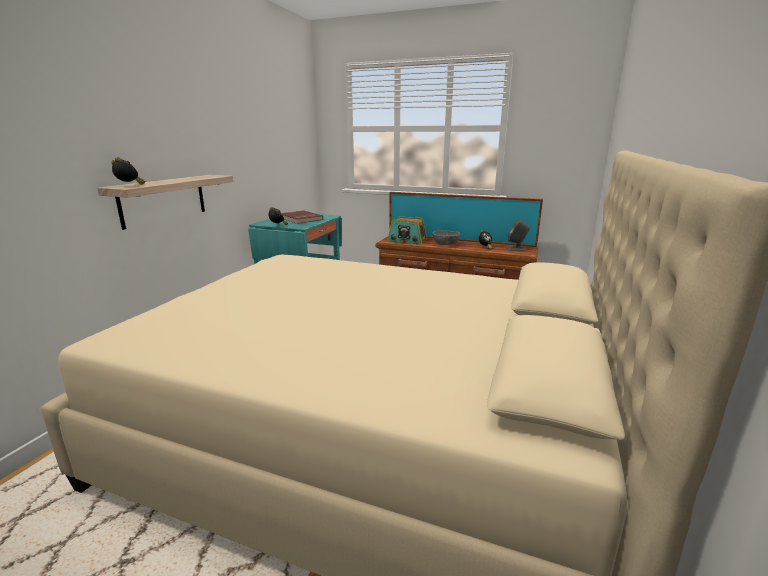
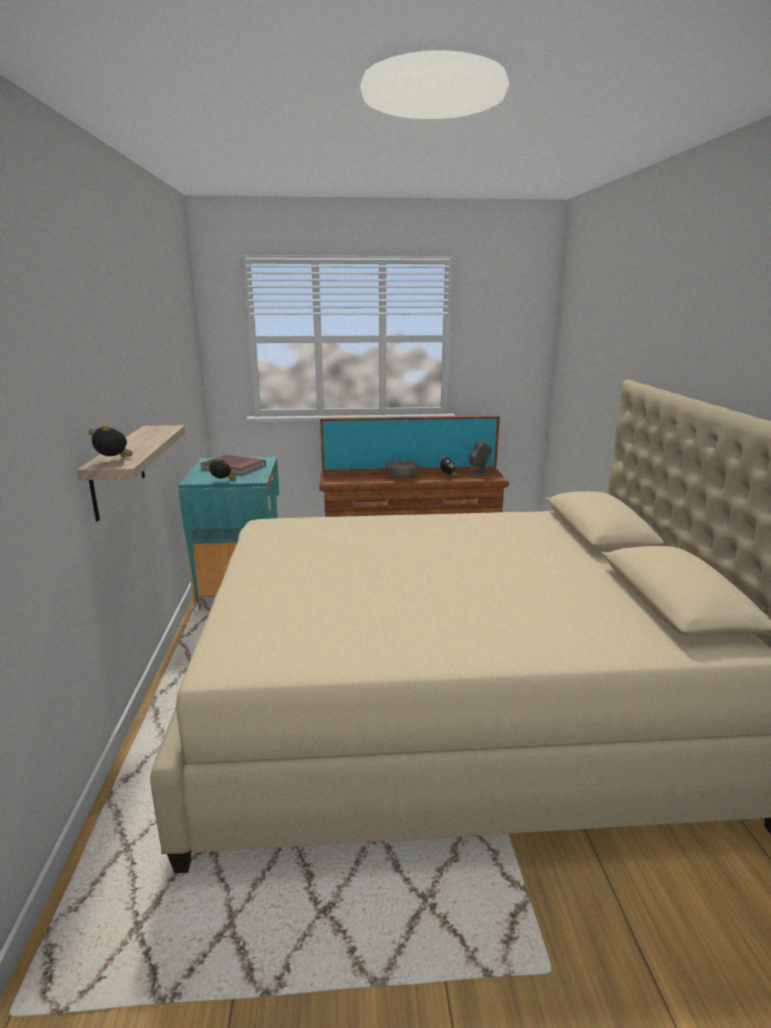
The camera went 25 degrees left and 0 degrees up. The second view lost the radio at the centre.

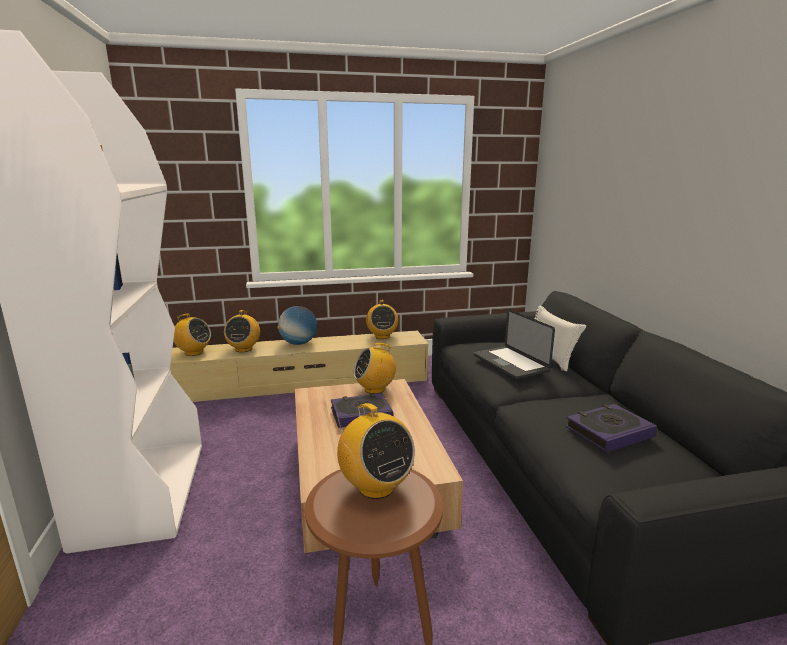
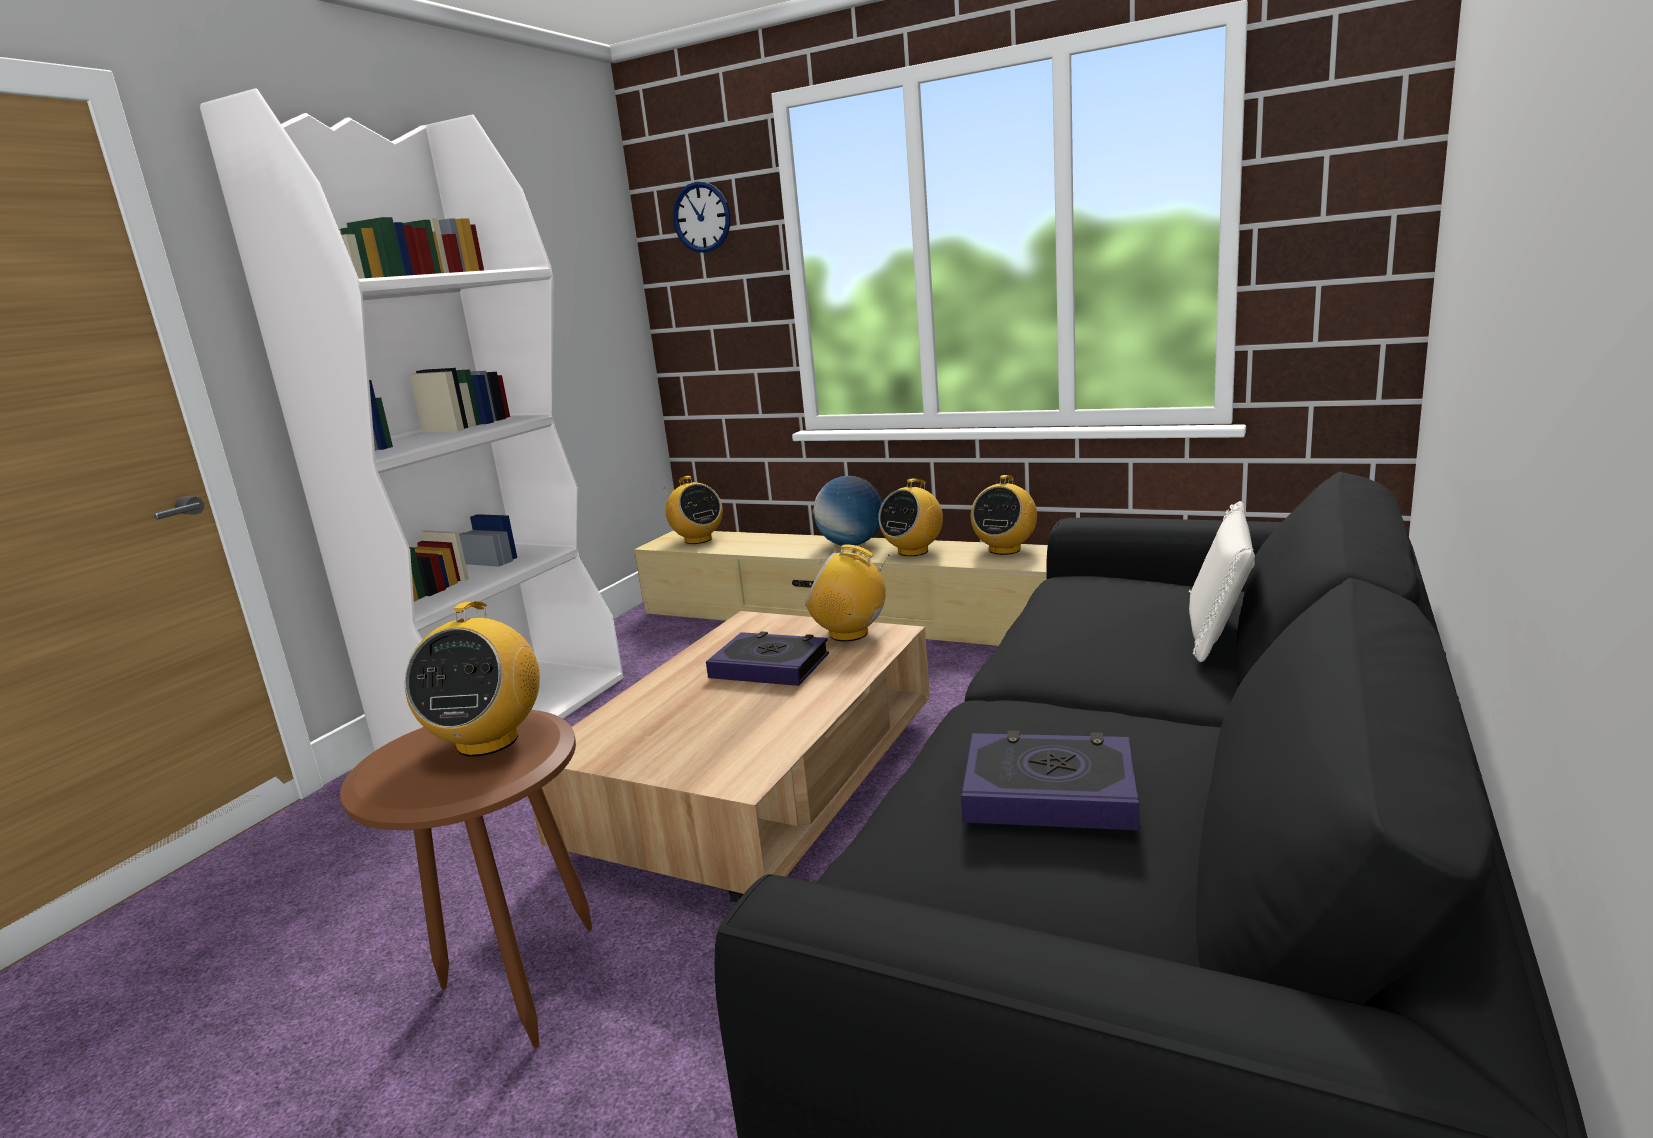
The camera went 40 degrees right and 0 degrees up. The second view lost the laptop at the centre. The radio (2nd from left in the first image) ended up elsewhere, having gone from the middle left to the centre. The second view gained the zegar ścienny at the top centre.

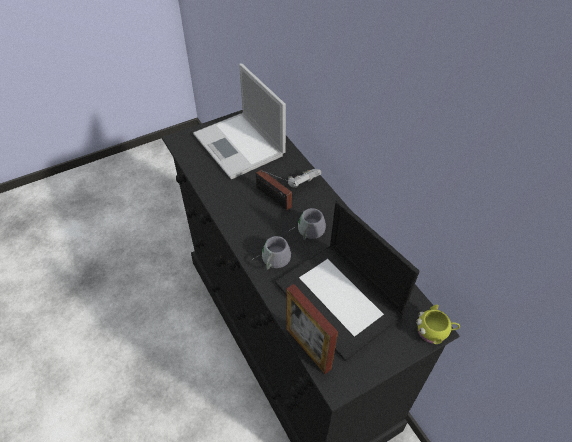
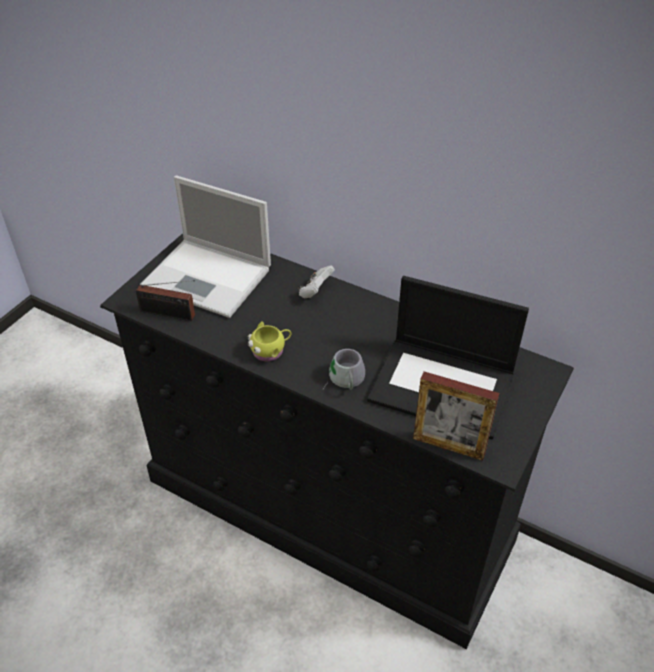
The camera went 30 degrees left and 5 degrees down. The radio ended up elsewhere, having gone from the centre to the middle left. The second view lost the kubek [szary] (2nd from left) at the centre. The kubek [żółty] ended up elsewhere, having gone from the bottom right to the centre.

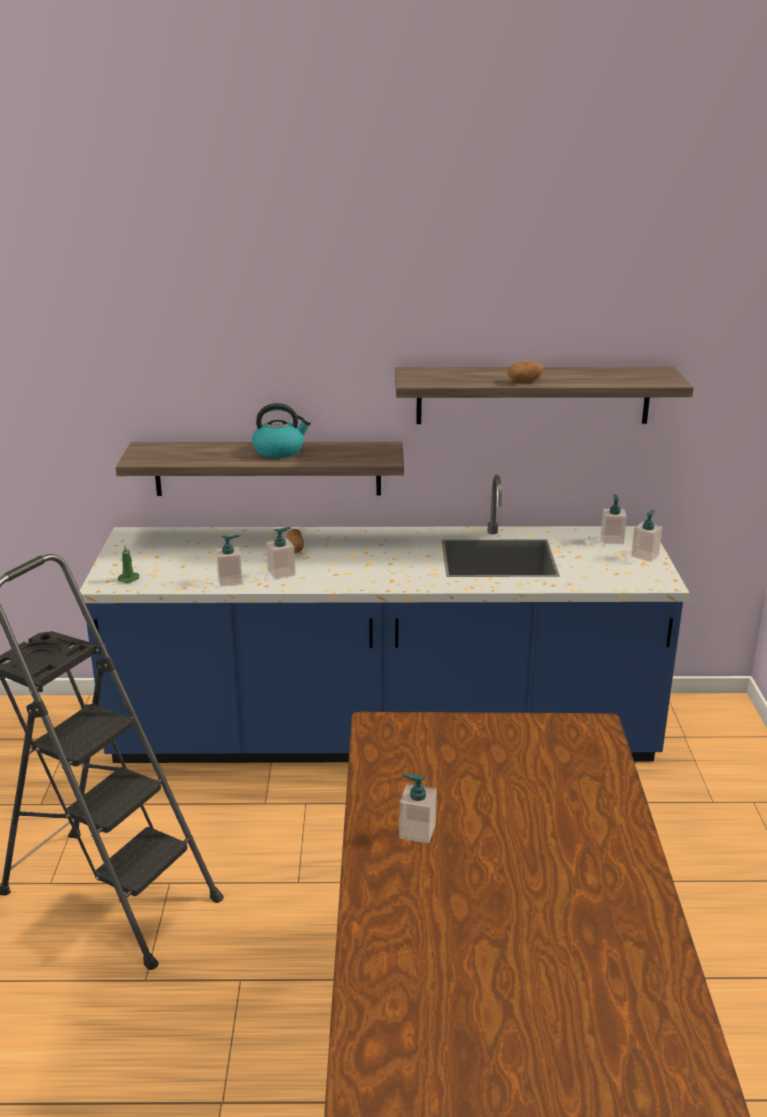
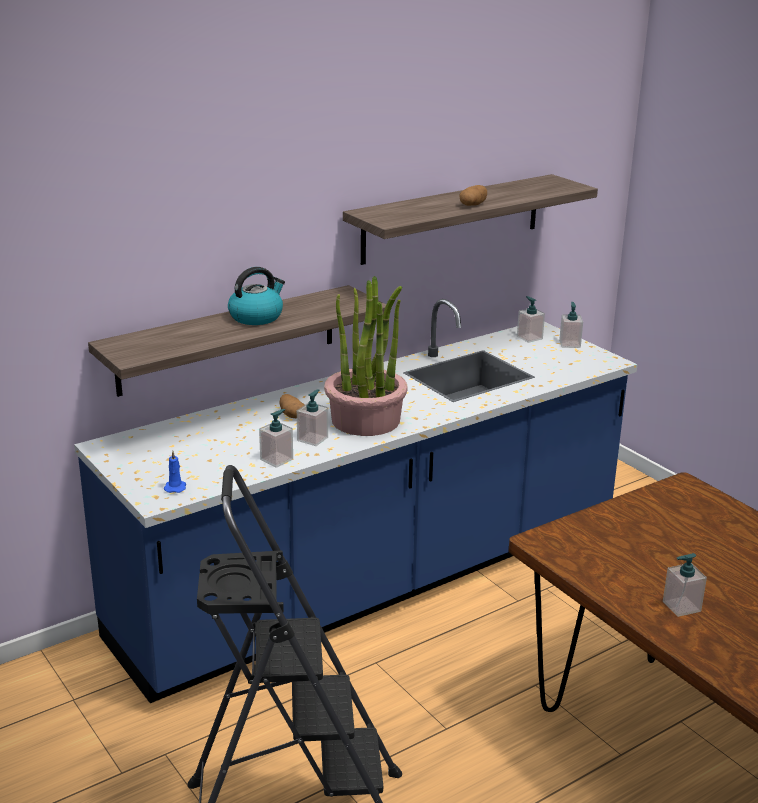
The camera went 35 degrees left and 0 degrees up. What was the świeca [zielony] at the middle left turned into the świeca [niebieski] at the middle left. The second view gained the roślina doniczkowa at the centre.

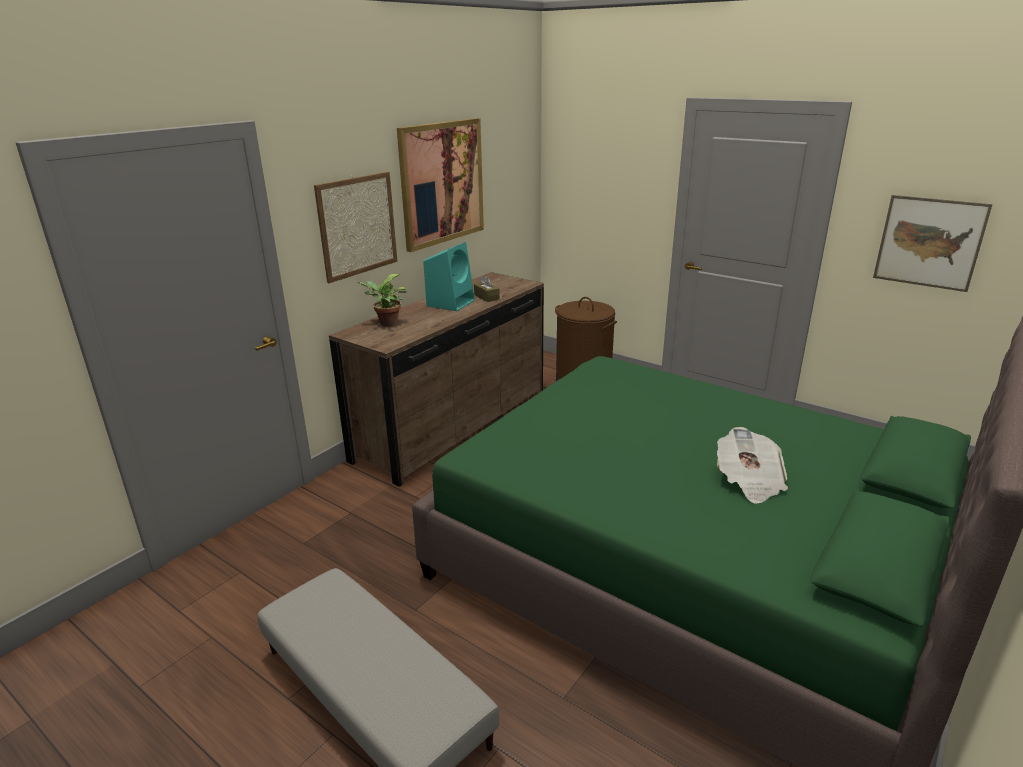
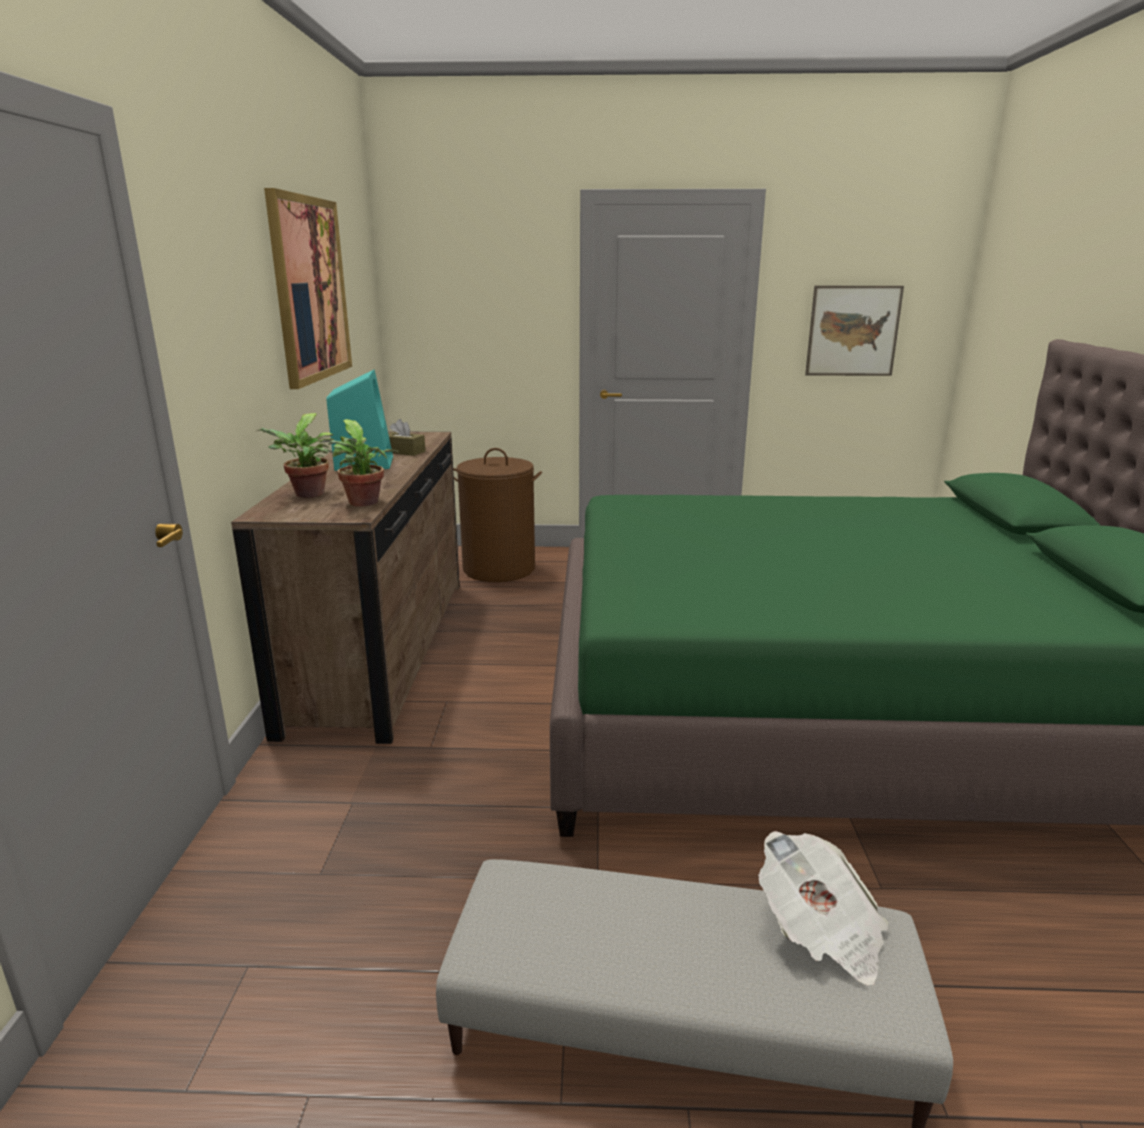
The camera went 35 degrees left and 5 degrees down. The second view lost the obraz (1st from left) at the top centre. The gazeta ended up elsewhere, having gone from the middle right to the bottom right. The second view gained the roślina doniczkowa (2nd from left) at the middle left.

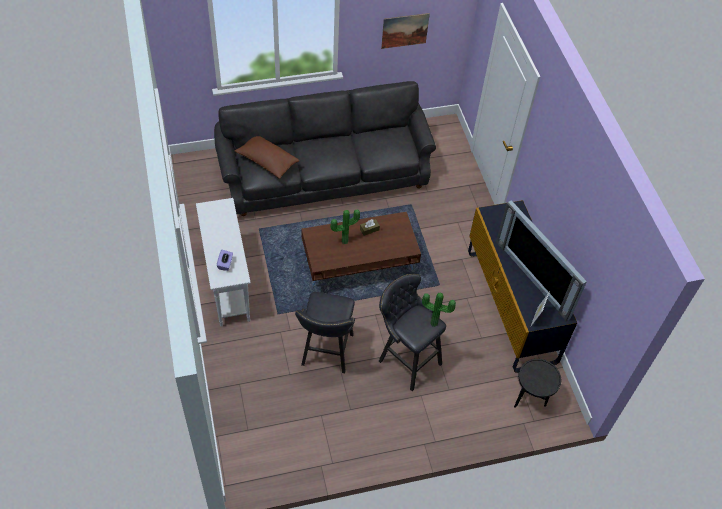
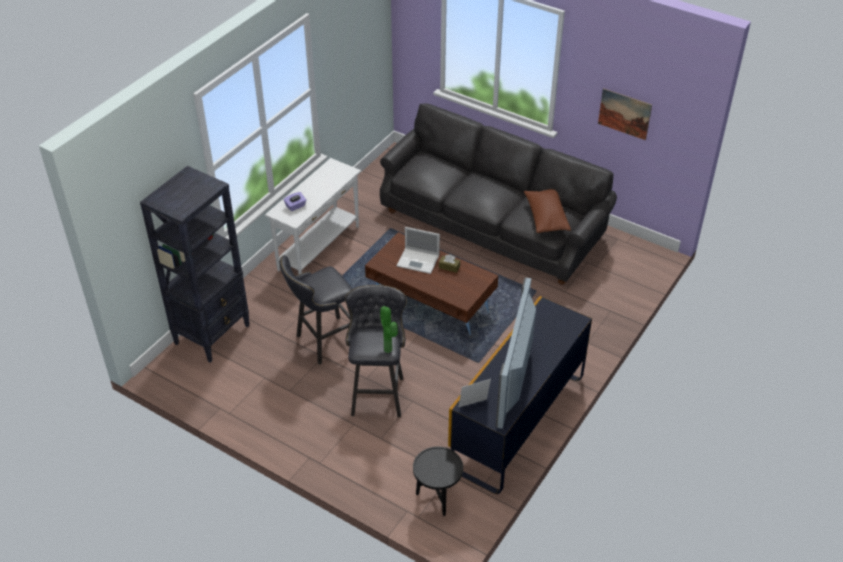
The camera went 50 degrees right and 10 degrees down. The poduszka [brązowy] ended up elsewhere, having gone from the top centre to the centre. Where the roślina doniczkowa (1st from left) stood at the centre, the laptop came to stand at the centre. The second view gained the regał [czarny] at the middle left.

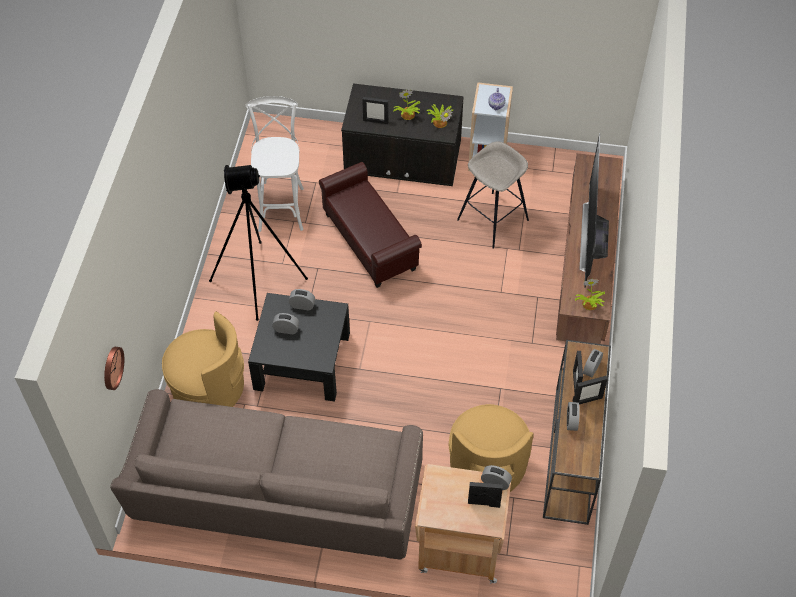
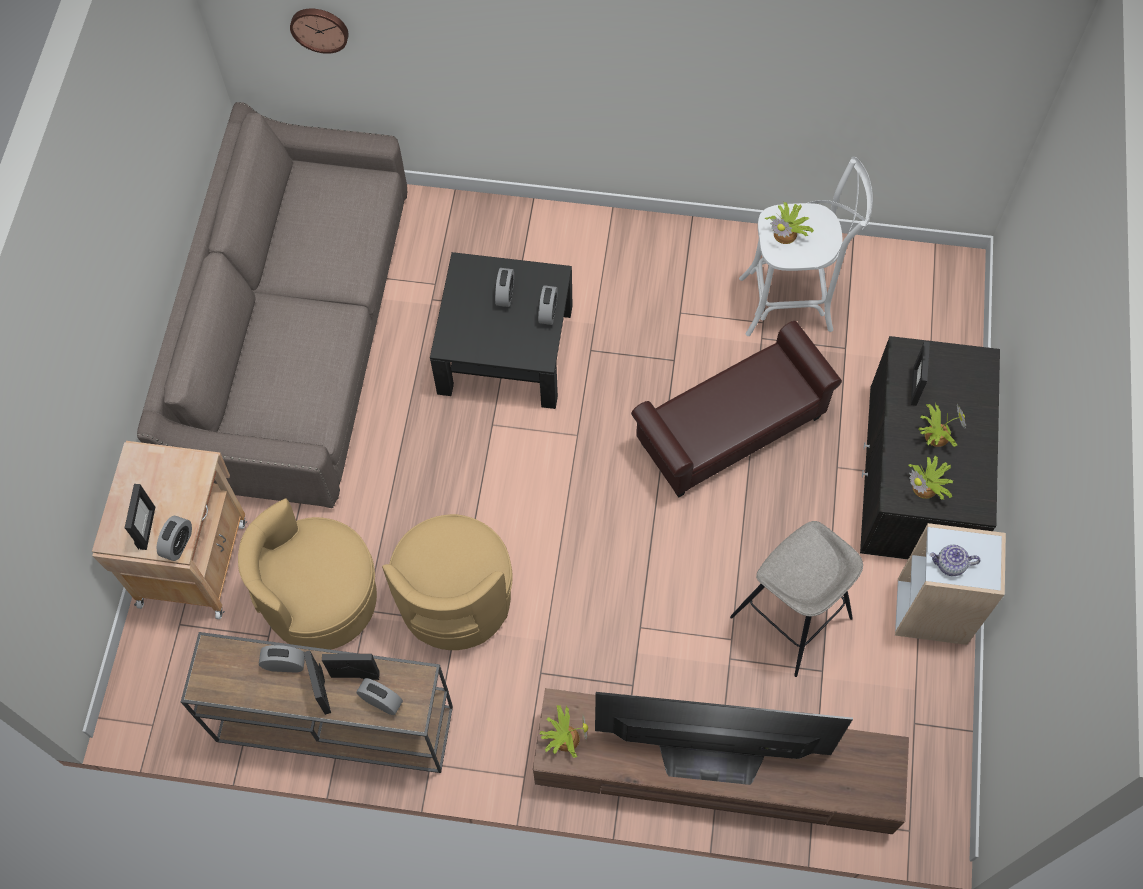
The camera went 90 degrees right and 10 degrees up. The second view lost the lampa stojąca [czarny] at the middle left. The fotel [beżowy] (1st from left in the first image) ended up elsewhere, having gone from the middle left to the centre. The second view gained the roślina doniczkowa (2nd from left) at the top right.

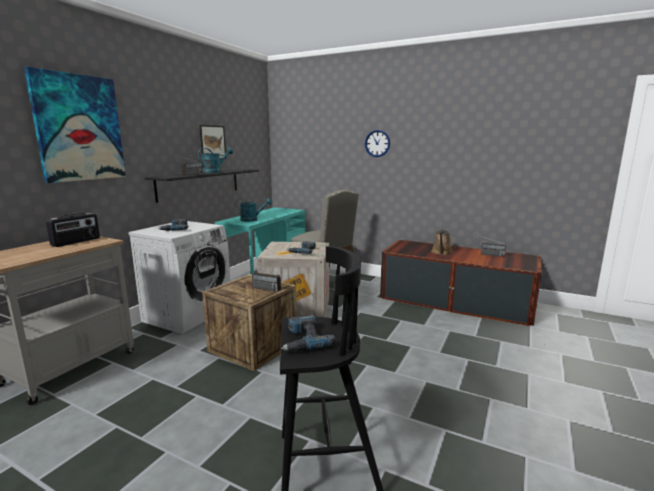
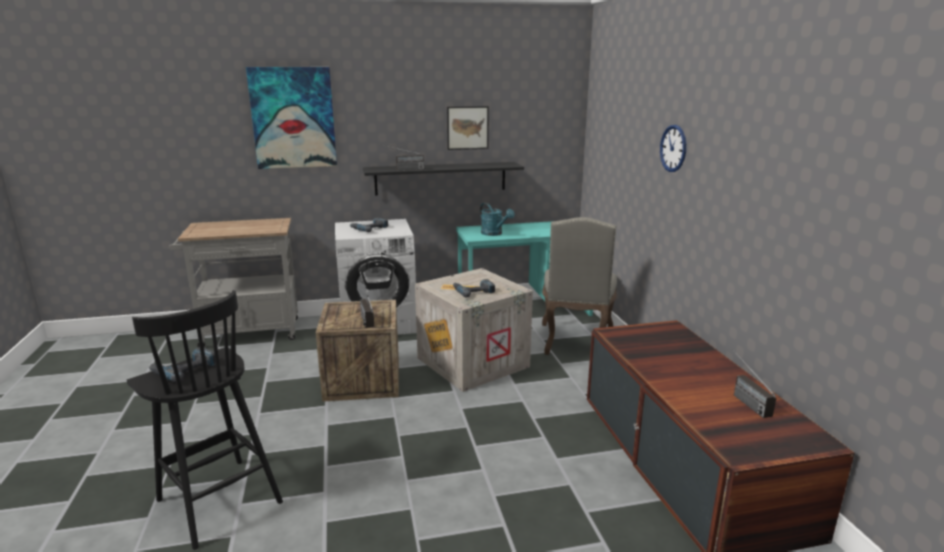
The camera went 50 degrees right and 5 degrees up. The second view lost the konewka [turkusowy] (1st from left) at the top left. The second view lost the radio (1st from left) at the middle left. The second view lost the konewka [brązowy] at the middle right.

